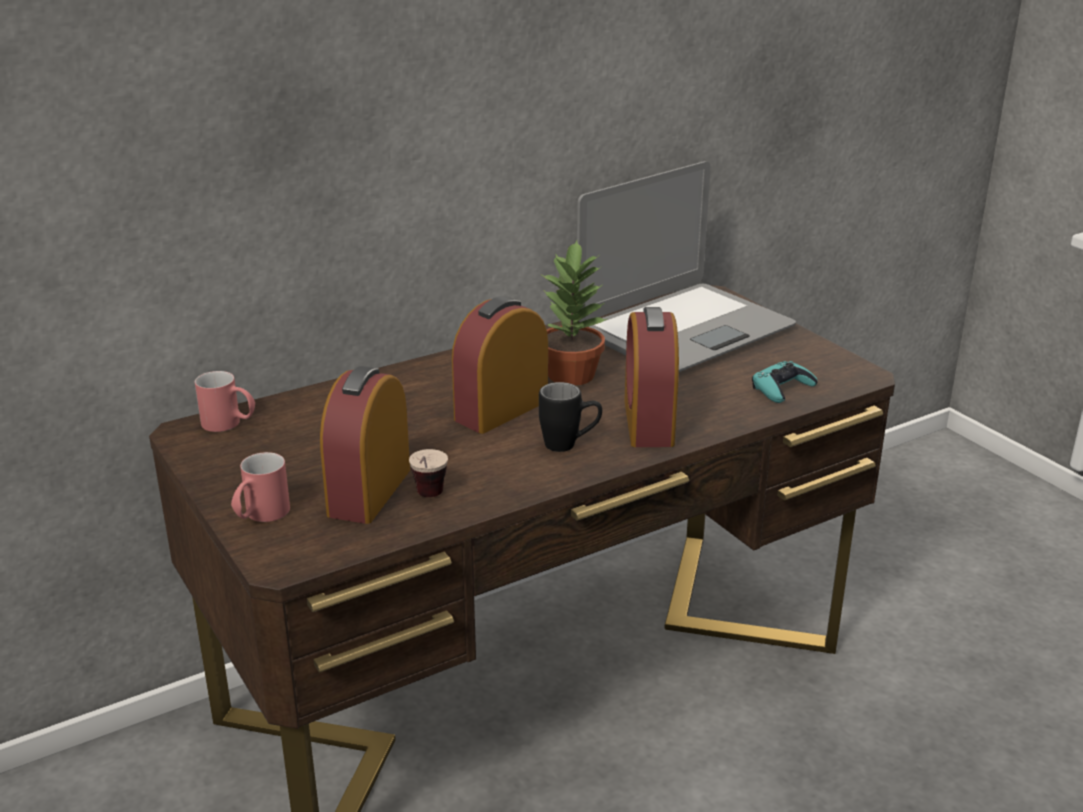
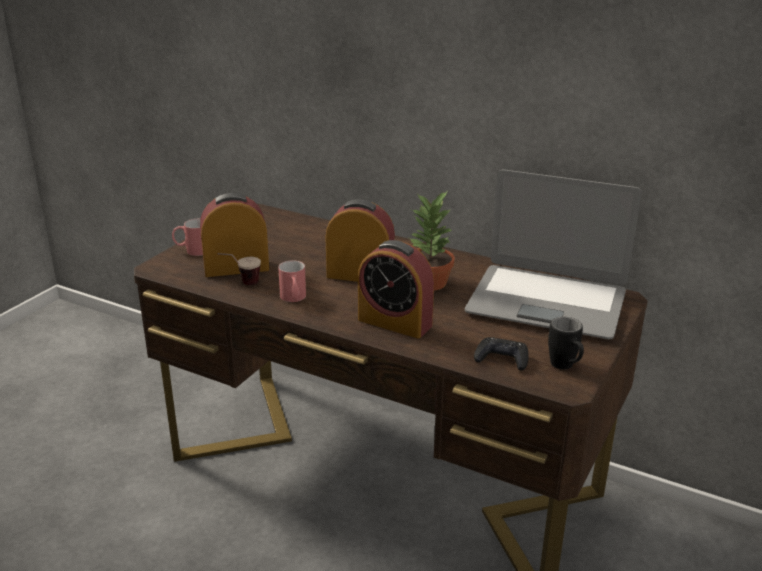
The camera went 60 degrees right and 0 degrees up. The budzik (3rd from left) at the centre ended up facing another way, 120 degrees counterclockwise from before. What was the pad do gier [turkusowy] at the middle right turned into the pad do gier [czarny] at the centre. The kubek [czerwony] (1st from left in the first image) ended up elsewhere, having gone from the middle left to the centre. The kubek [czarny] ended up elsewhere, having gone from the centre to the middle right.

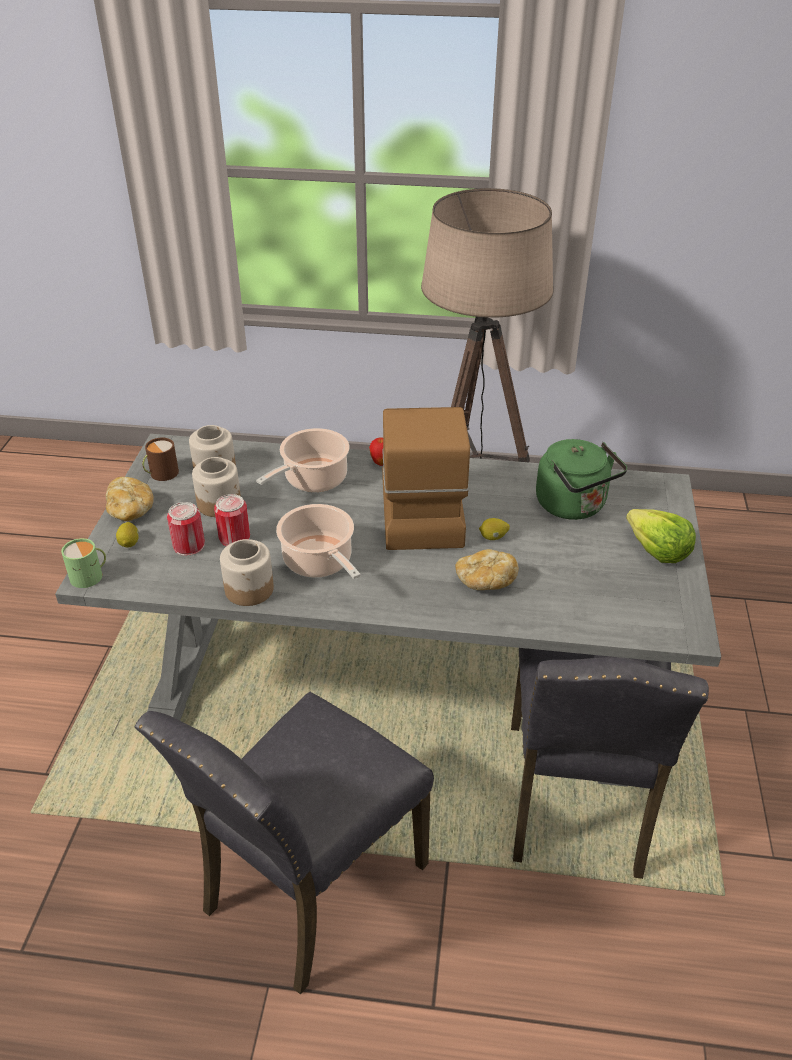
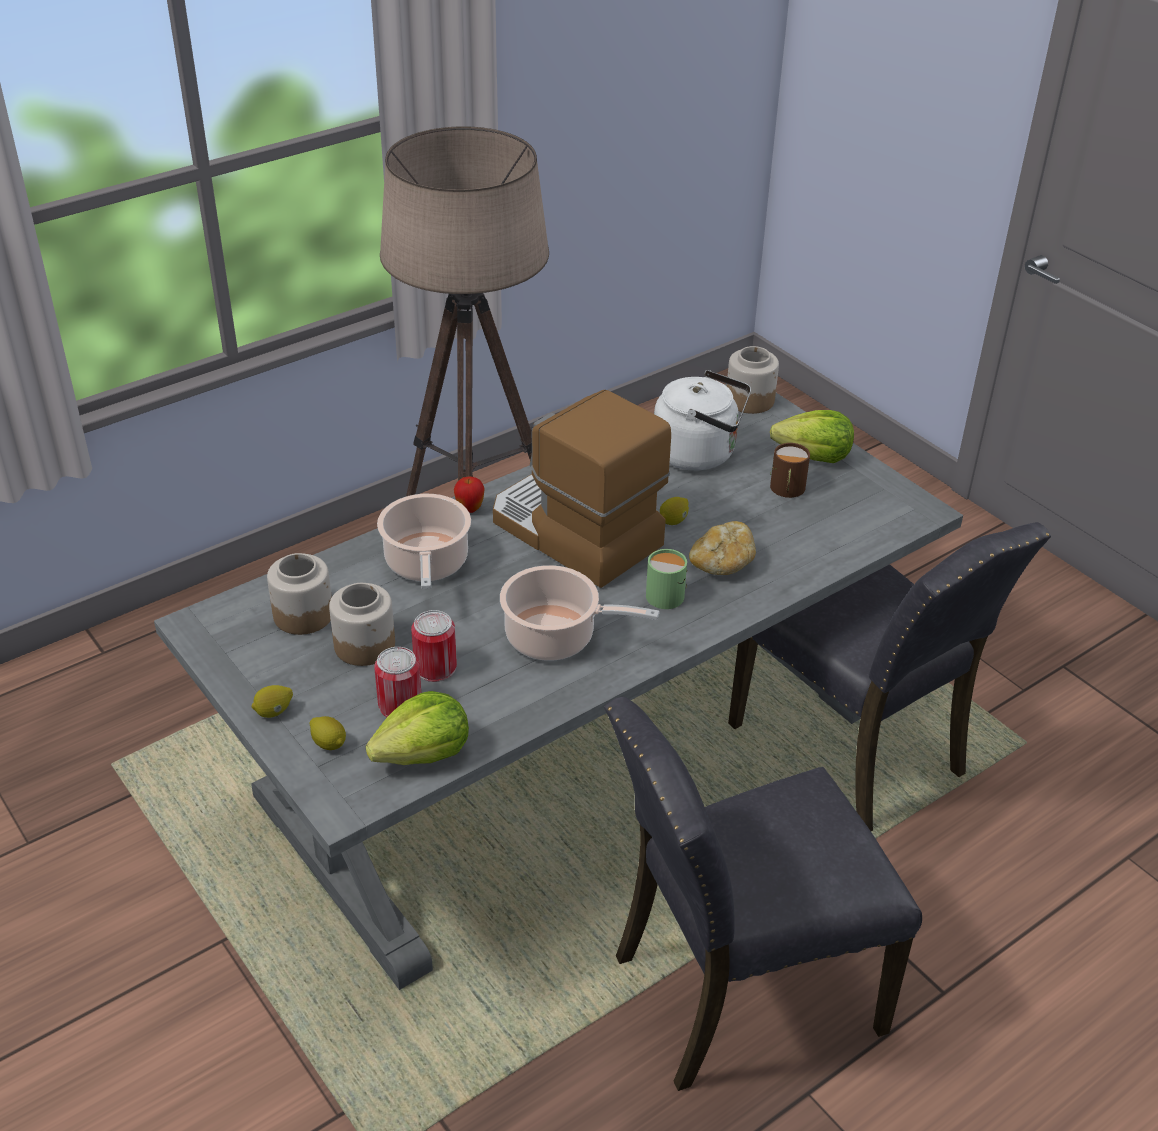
The camera went 45 degrees left and 0 degrees up. The kubek [brązowy] ended up elsewhere, having gone from the middle left to the middle right. What was the czajnik [zielony] at the middle right turned into the czajnik [biały] at the centre. Where the chleb (1st from left) stood at the middle left, the cytryna (1st from left) came to stand at the middle left. The kubek [zielony] ended up elsewhere, having gone from the middle left to the centre. The słoik (3rd from left) ended up elsewhere, having gone from the middle left to the centre. The krzesło [szary] (1st from left) at the bottom centre ended up facing another way, 75 degrees clockwise from before. The second view gained the sałata (1st from left) at the centre.

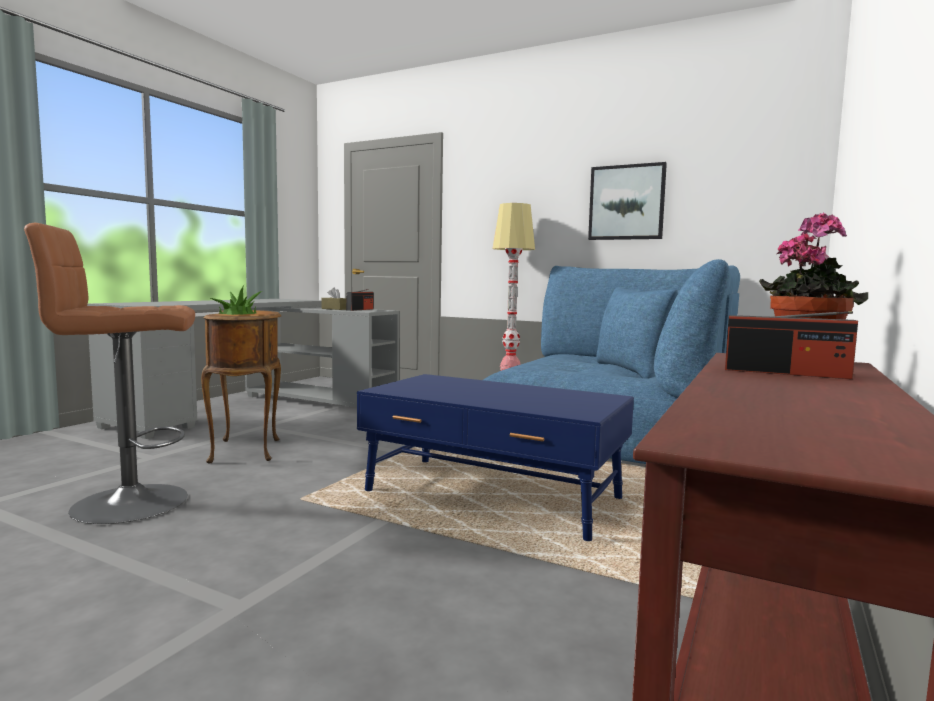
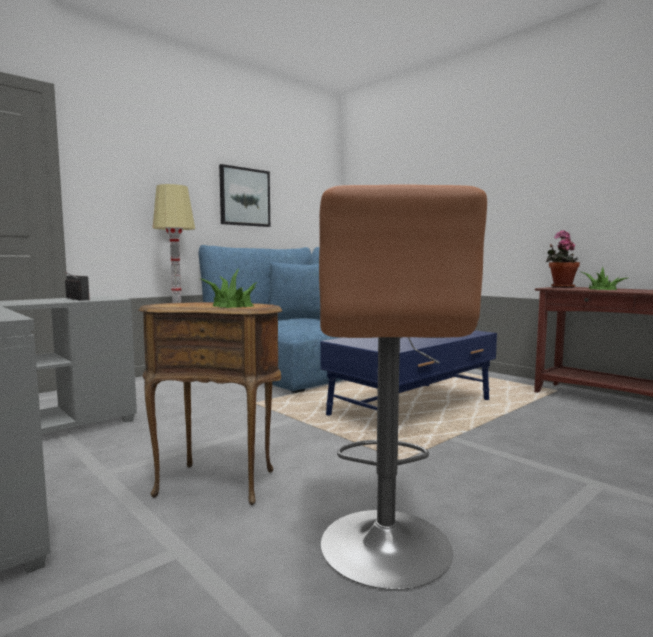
The camera went 70 degrees left and 0 degrees up. The second view lost the pudełko chusteczek [brązowy] at the centre. Where the radio (2nd from left) stood at the middle right, the roślina doniczkowa (3rd from left) came to stand at the middle right.

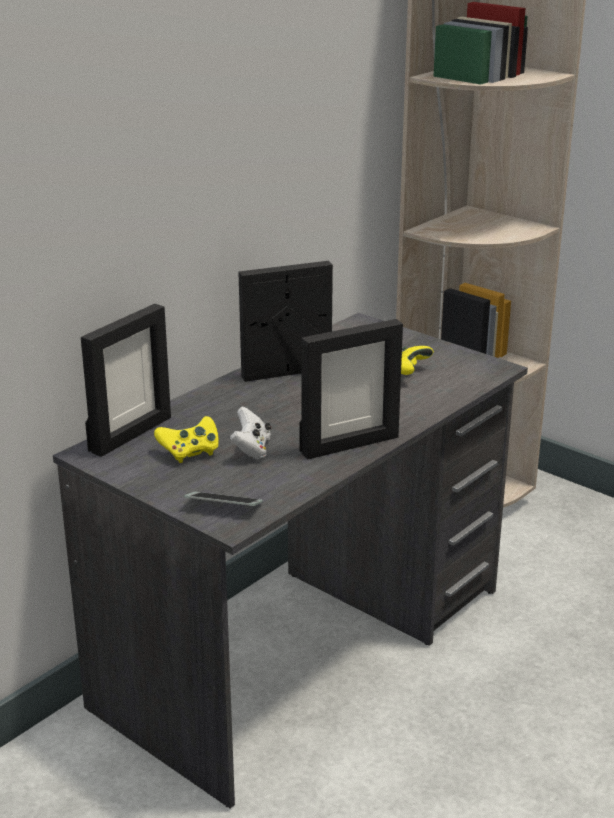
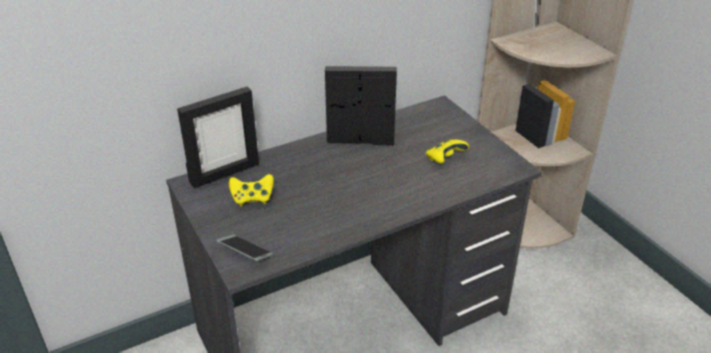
The camera went 20 degrees right and 10 degrees up. The second view lost the ramka na zdjęcie (3rd from left) at the centre. The second view lost the pad do gier [biały] at the centre.

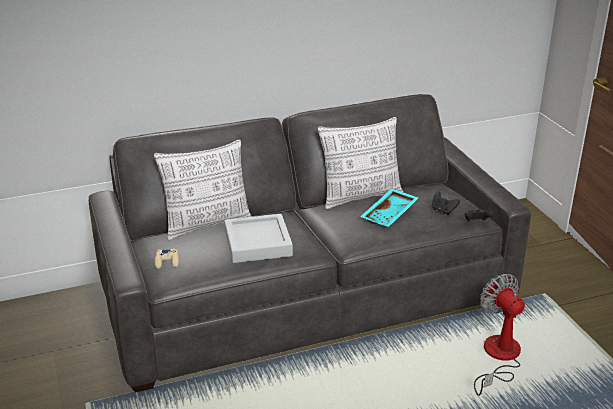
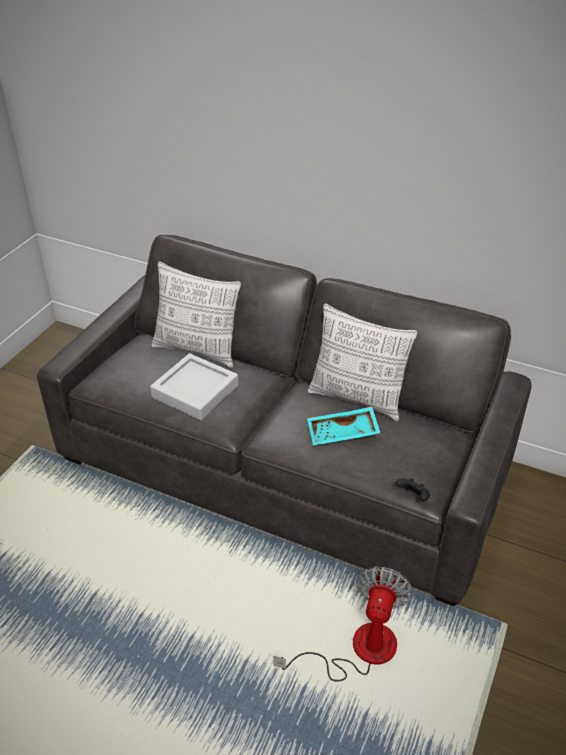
The camera went 45 degrees right and 10 degrees up. The second view lost the pad do gier [czarny] (1st from left) at the middle right. The second view lost the pad do gier [beżowy] at the middle left.

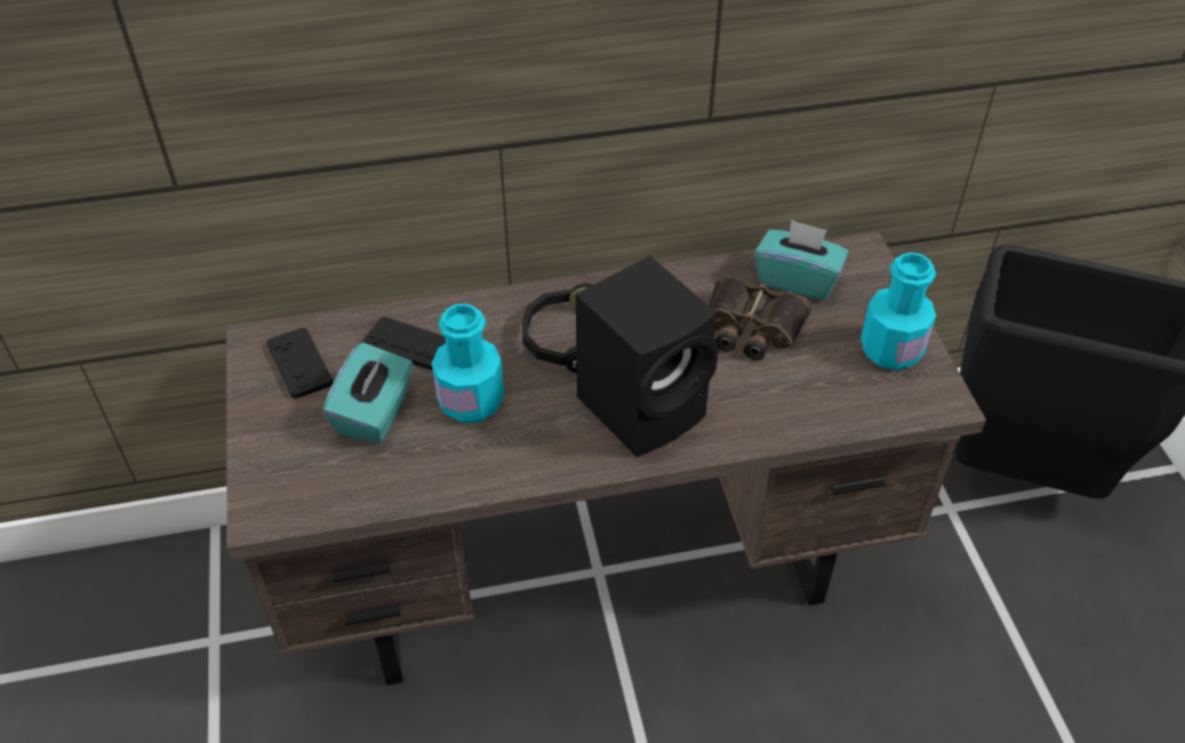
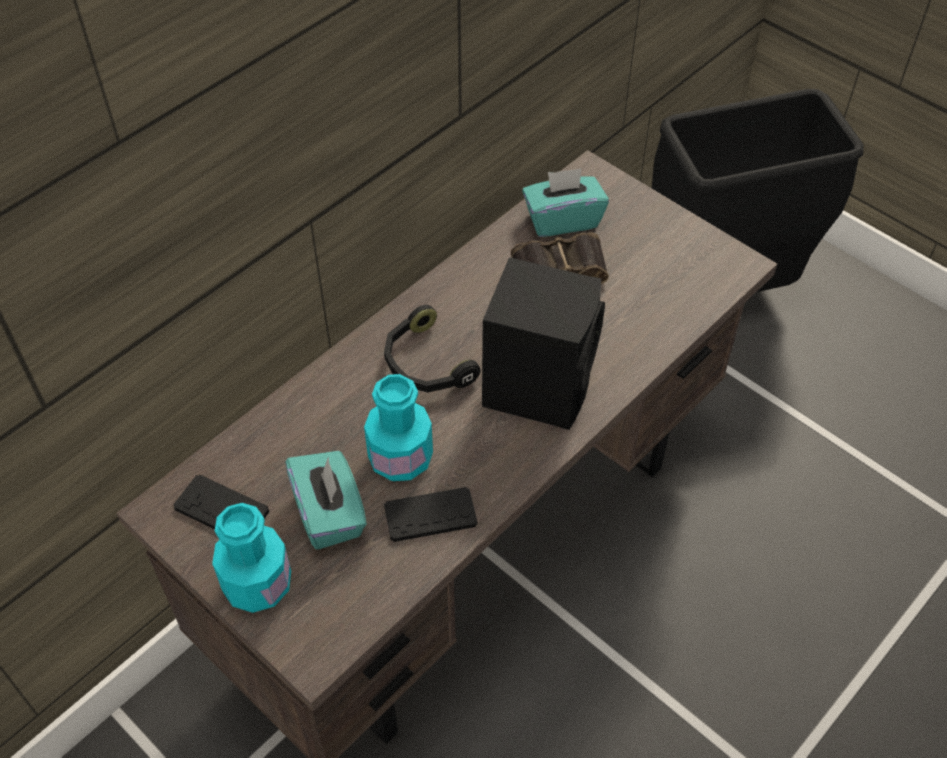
The camera went 35 degrees left and 5 degrees up. The butelka [turkusowy] (2nd from left in the first image) ended up elsewhere, having gone from the middle right to the bottom left. The pad do gier [czarny] (2nd from left) ended up elsewhere, having gone from the centre to the bottom centre.

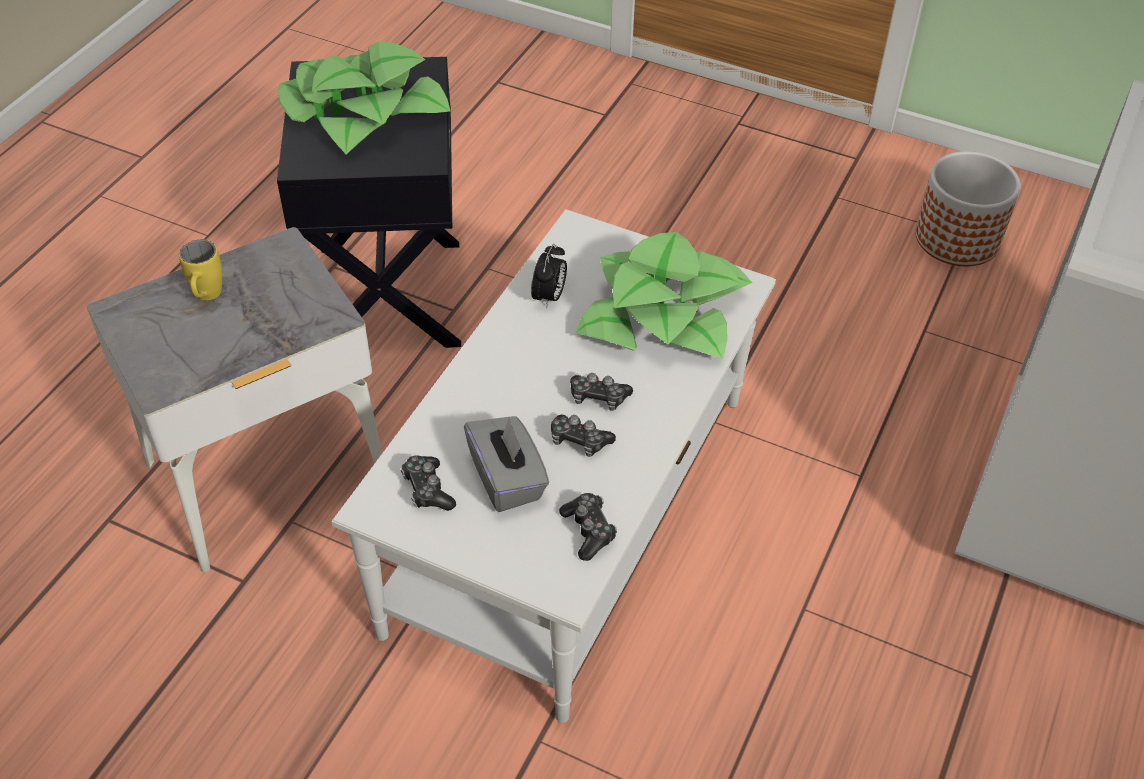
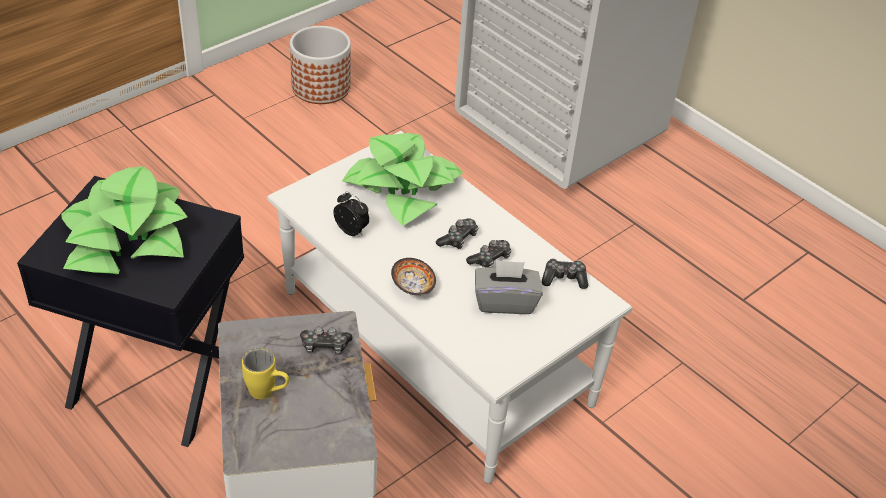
The camera went 70 degrees left and 5 degrees down. The pad do gier (1st from left) ended up elsewhere, having gone from the centre to the bottom centre. The second view gained the miska at the centre.

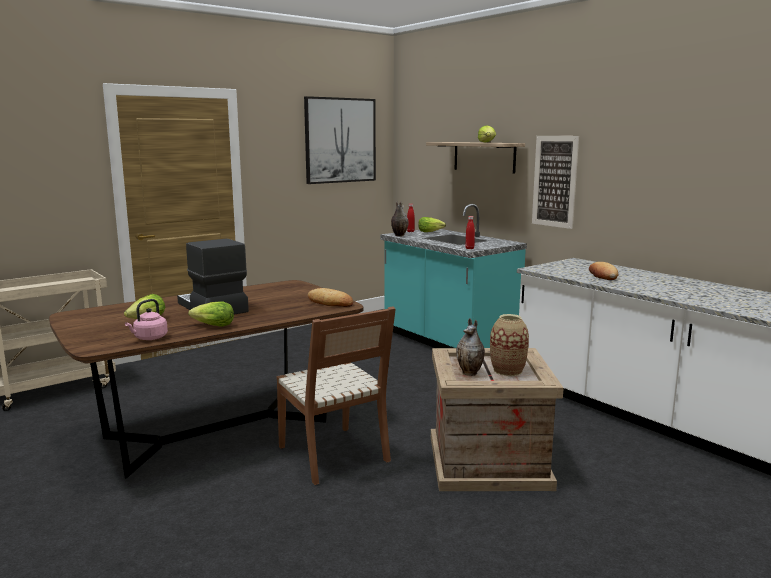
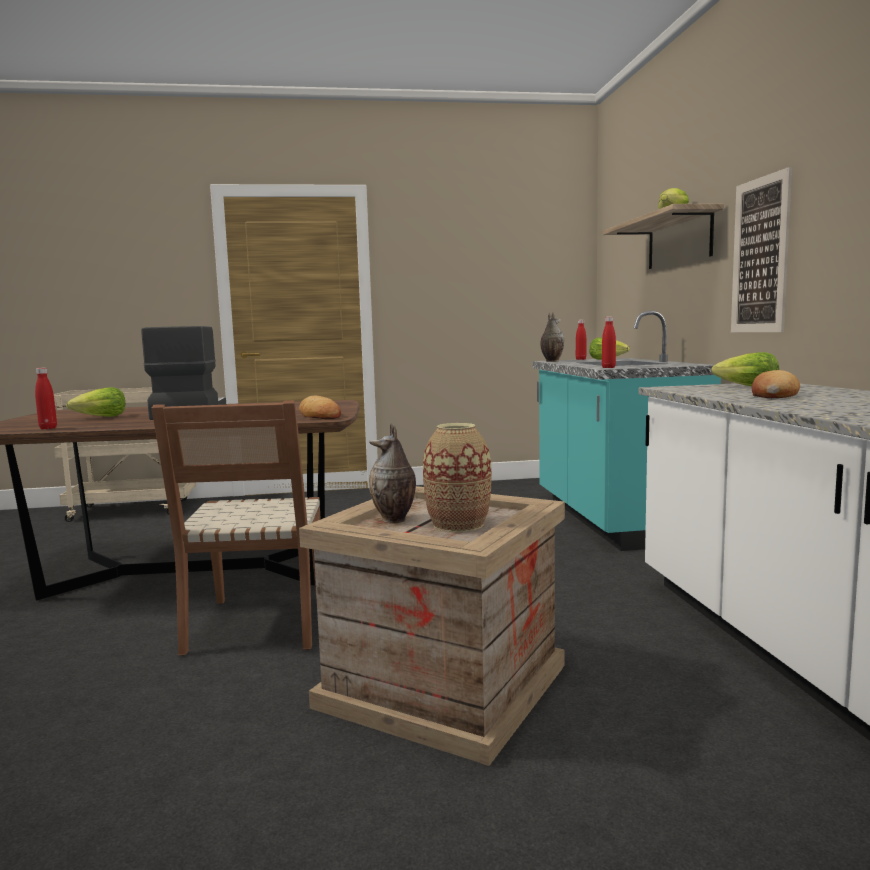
The camera went 30 degrees right and 5 degrees down. The second view lost the obraz (1st from left) at the top centre. Where the czajnik [różowy] stood at the middle left, the butelka [czerwony] (1st from left) came to stand at the middle left. The sałata (2nd from left in the first image) ended up elsewhere, having gone from the middle left to the middle right.

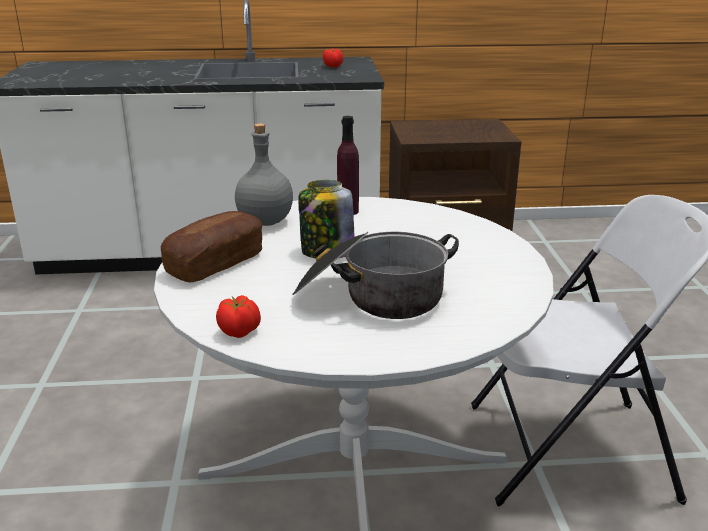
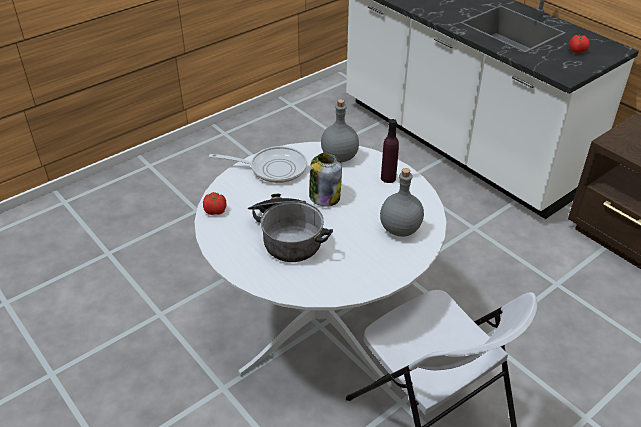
The camera went 55 degrees right and 15 degrees up. Where the chleb stood at the middle left, the patelnia came to stand at the centre. The second view gained the butelka [szary] (2nd from left) at the centre.

